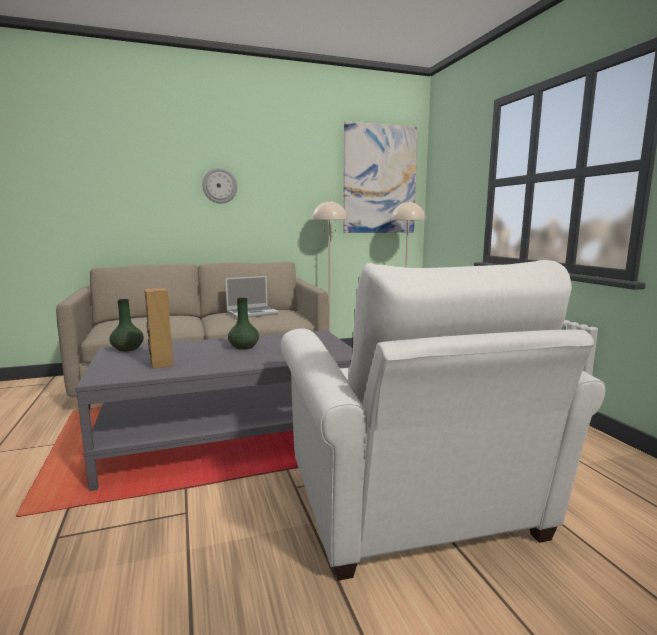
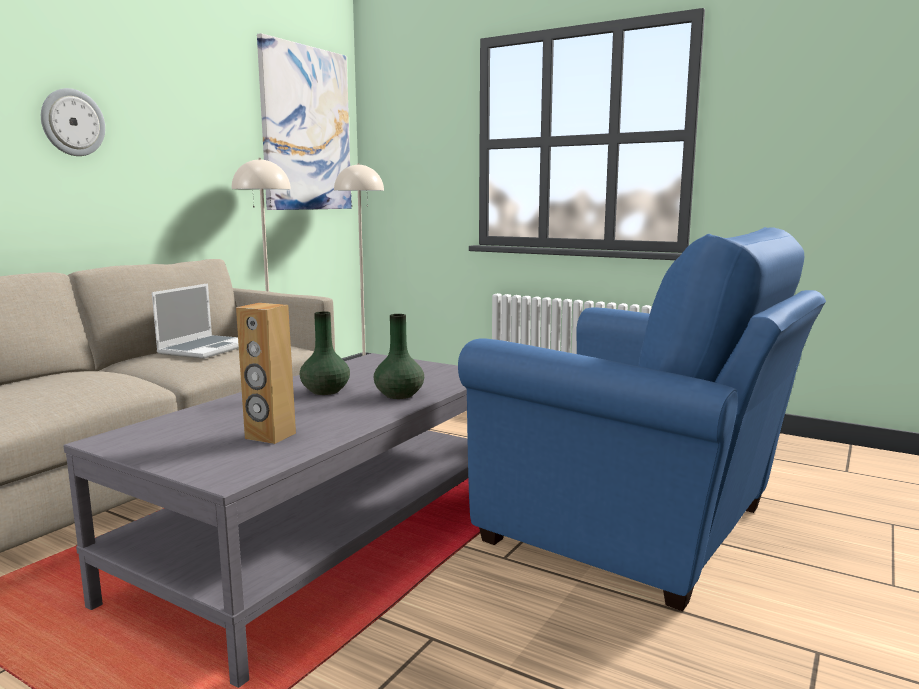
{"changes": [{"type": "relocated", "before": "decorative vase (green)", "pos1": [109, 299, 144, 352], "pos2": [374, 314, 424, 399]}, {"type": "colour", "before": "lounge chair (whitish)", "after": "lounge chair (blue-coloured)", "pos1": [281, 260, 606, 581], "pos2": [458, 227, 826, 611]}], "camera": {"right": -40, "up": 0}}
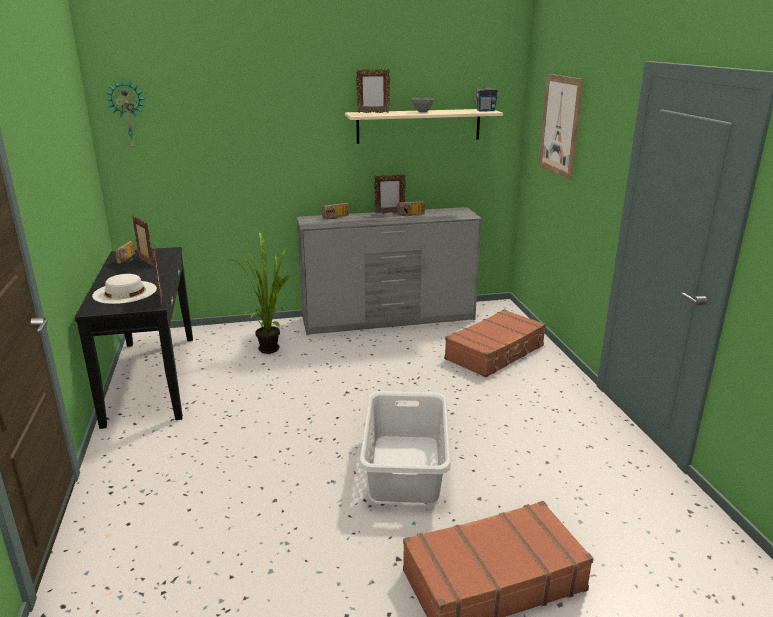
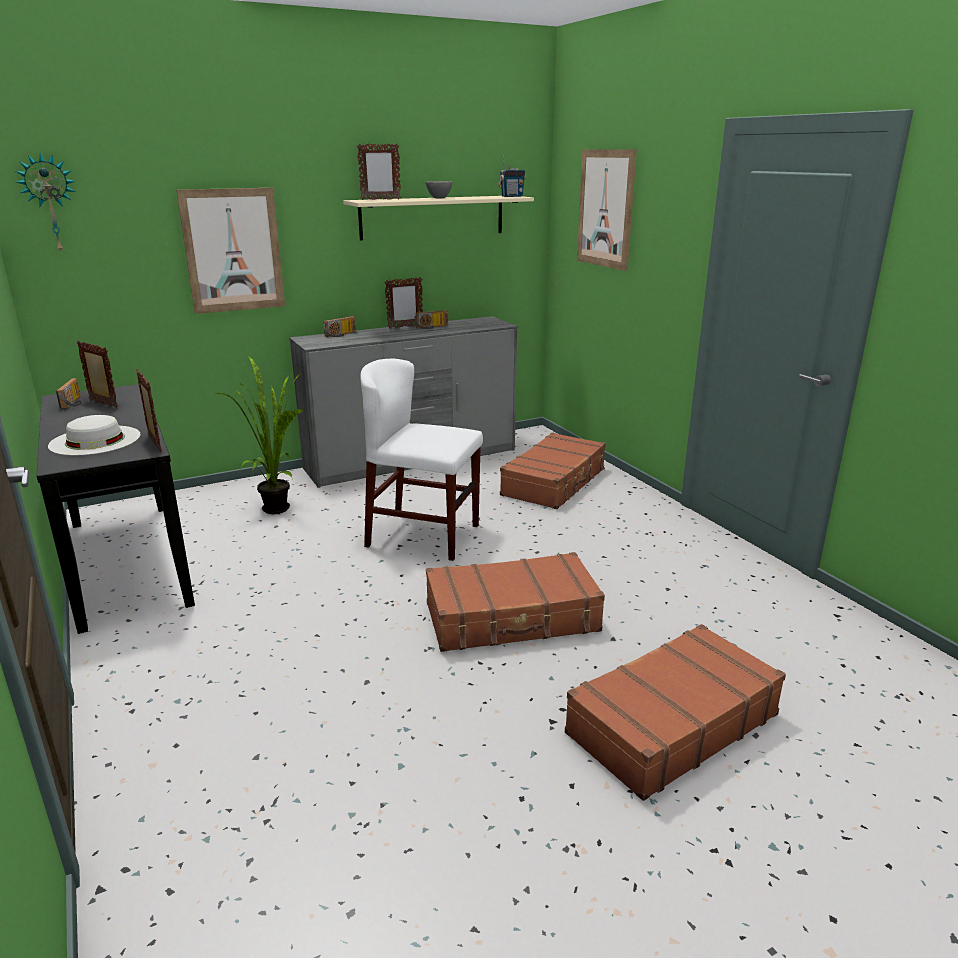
{"changes": [{"type": "appeared", "after": "wall art", "pos2": [176, 188, 285, 314]}, {"type": "appeared", "after": "plain chair (whitish)", "pos2": [360, 359, 483, 561]}, {"type": "exchanged", "before": "washing basket (grey)", "after": "suitcase (brown)", "pos1": [359, 391, 451, 503], "pos2": [426, 552, 605, 652]}], "camera": {"right": -15, "up": 0}}
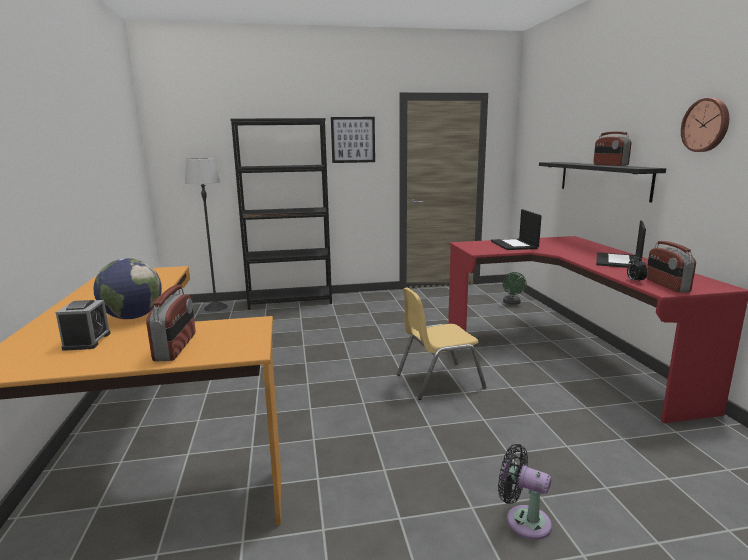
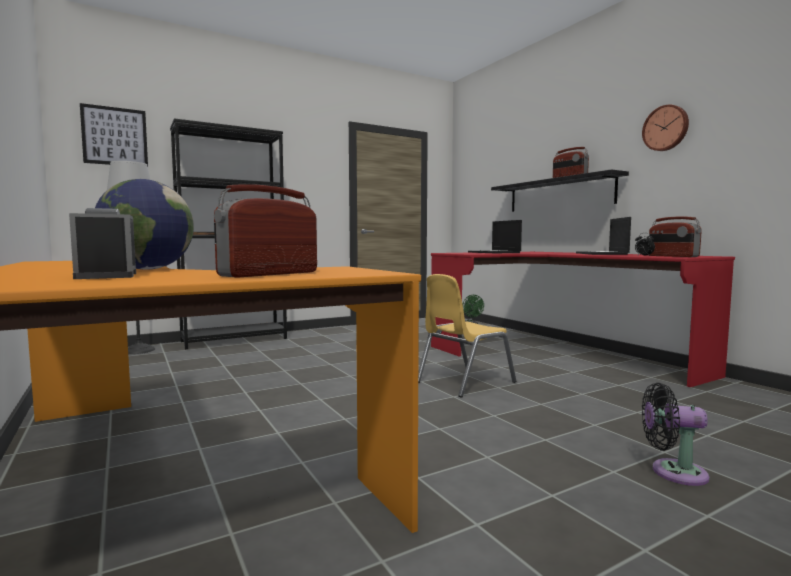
{"changes": [{"type": "relocated", "before": "wall art", "pos1": [331, 117, 375, 163], "pos2": [80, 103, 148, 166]}, {"type": "spun", "before": "radio set", "pos1": [146, 285, 195, 361], "pos2": [214, 184, 317, 278], "turn": -120}], "camera": {"right": -20, "up": -10}}
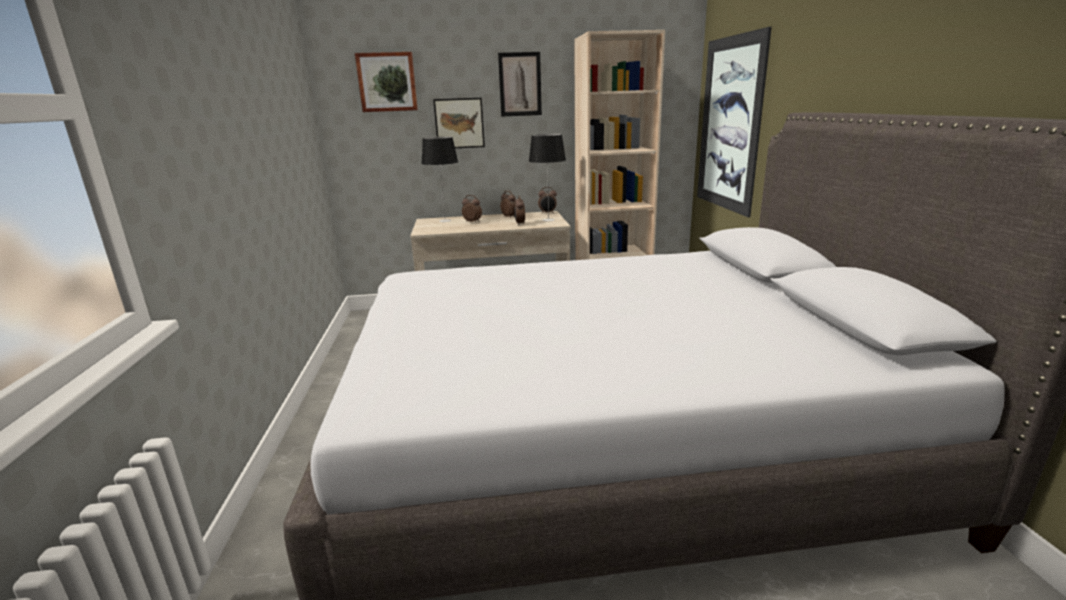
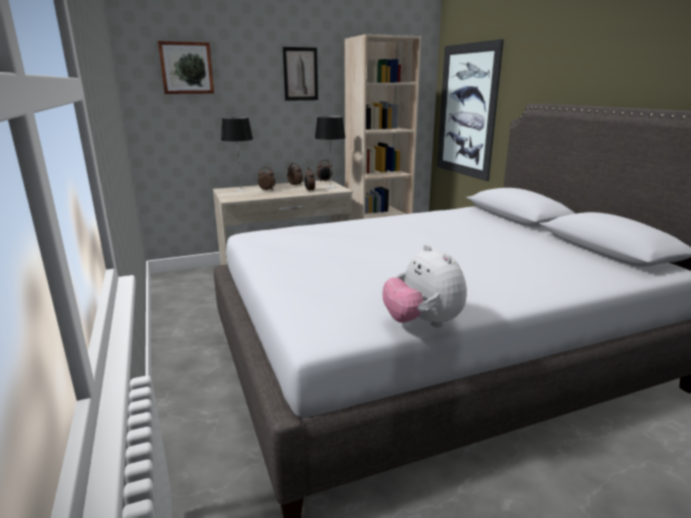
{"changes": [{"type": "appeared", "after": "plush toy", "pos2": [383, 244, 466, 328]}, {"type": "missing", "before": "wall art", "pos1": [433, 98, 485, 148]}], "camera": {"right": -15, "up": 0}}
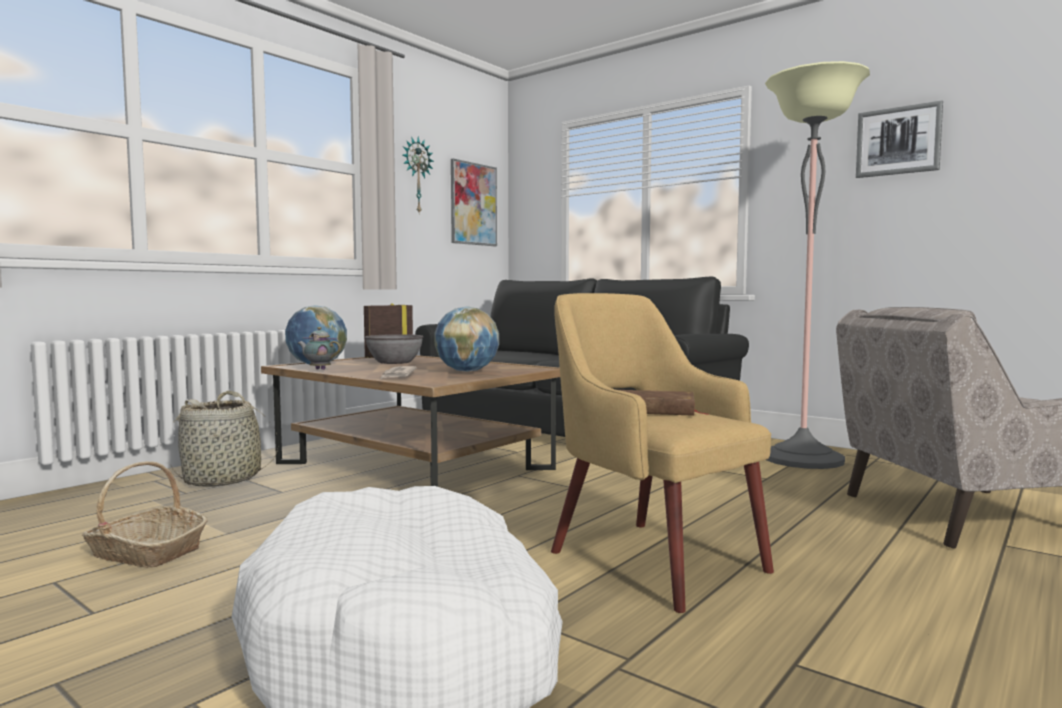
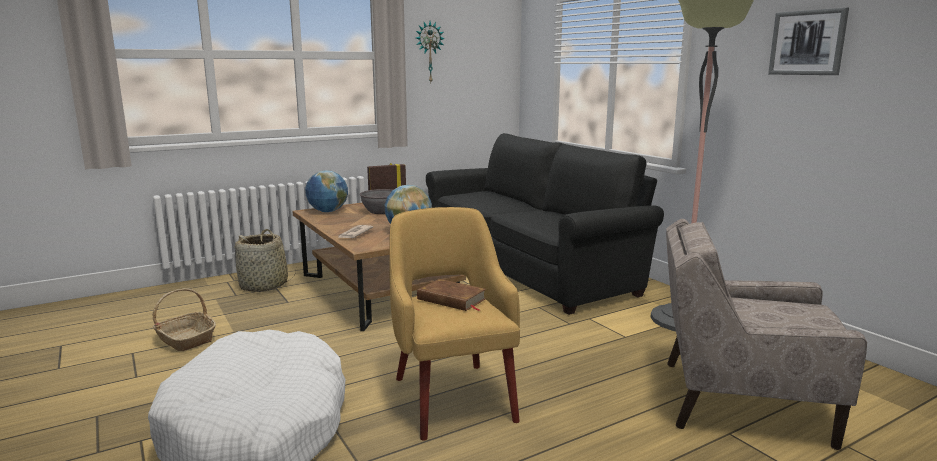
{"changes": [{"type": "missing", "before": "teapot", "pos1": [298, 327, 341, 370]}, {"type": "missing", "before": "wall art", "pos1": [451, 158, 497, 246]}], "camera": {"right": 20, "up": 10}}
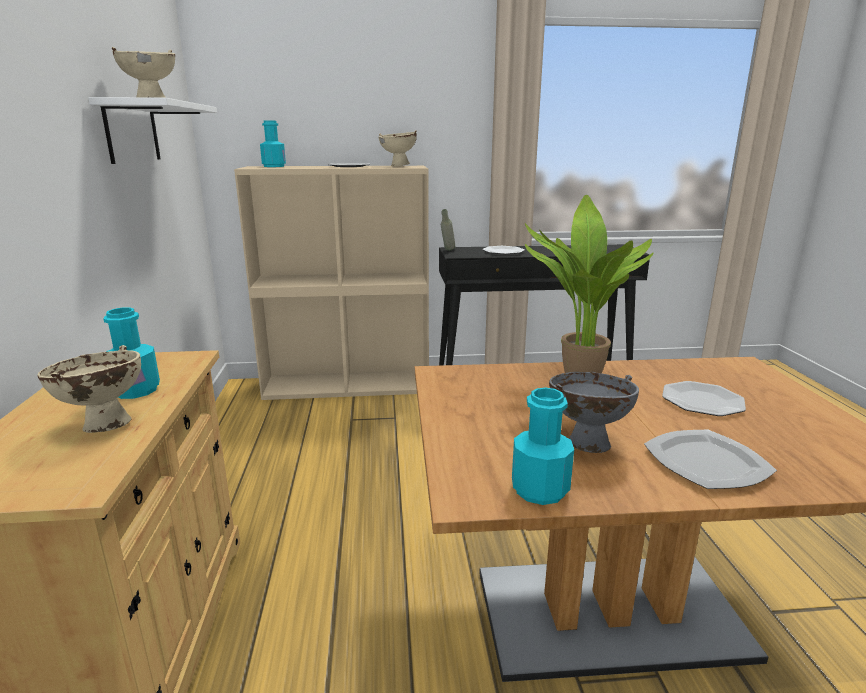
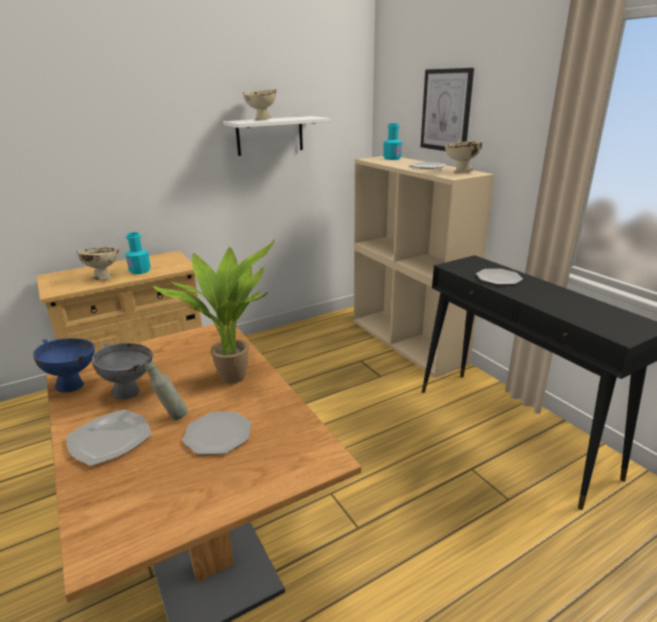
{"changes": [{"type": "exchanged", "before": "drink bottle (turquoise-coloured)", "after": "serving bowl (blue-coloured)", "pos1": [512, 387, 574, 505], "pos2": [33, 338, 95, 392]}, {"type": "relocated", "before": "drink bottle (grey)", "pos1": [441, 209, 455, 251], "pos2": [145, 361, 188, 420]}, {"type": "appeared", "after": "wall art", "pos2": [421, 68, 474, 151]}], "camera": {"right": 65, "up": 5}}
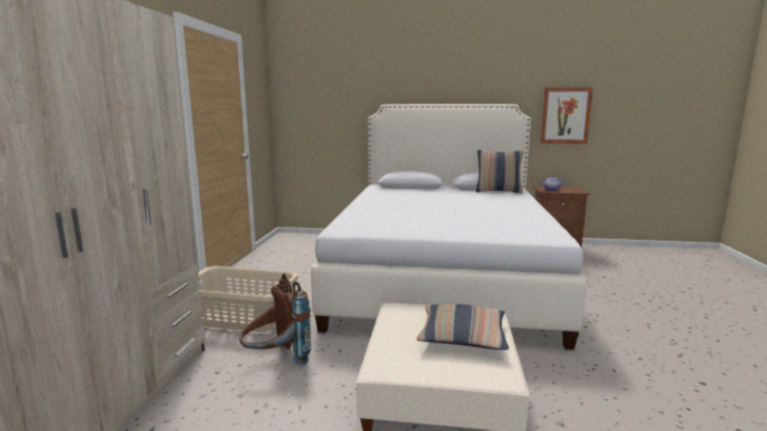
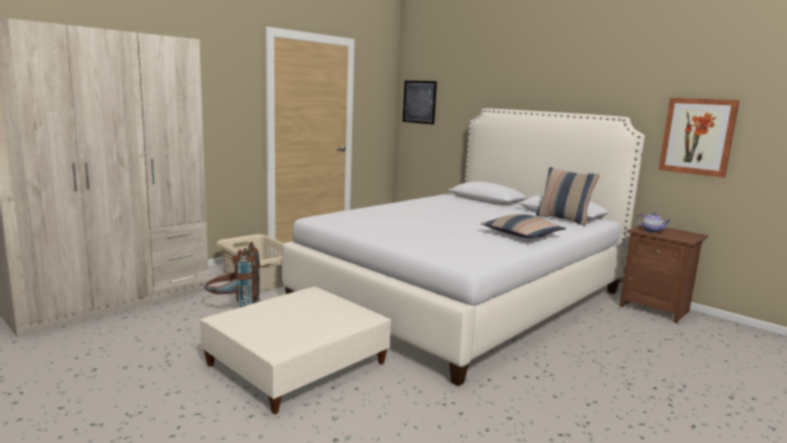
{"changes": [{"type": "appeared", "after": "wall art", "pos2": [403, 81, 437, 124]}, {"type": "relocated", "before": "throw pillow", "pos1": [417, 304, 509, 350], "pos2": [481, 214, 566, 238]}], "camera": {"right": 35, "up": 0}}
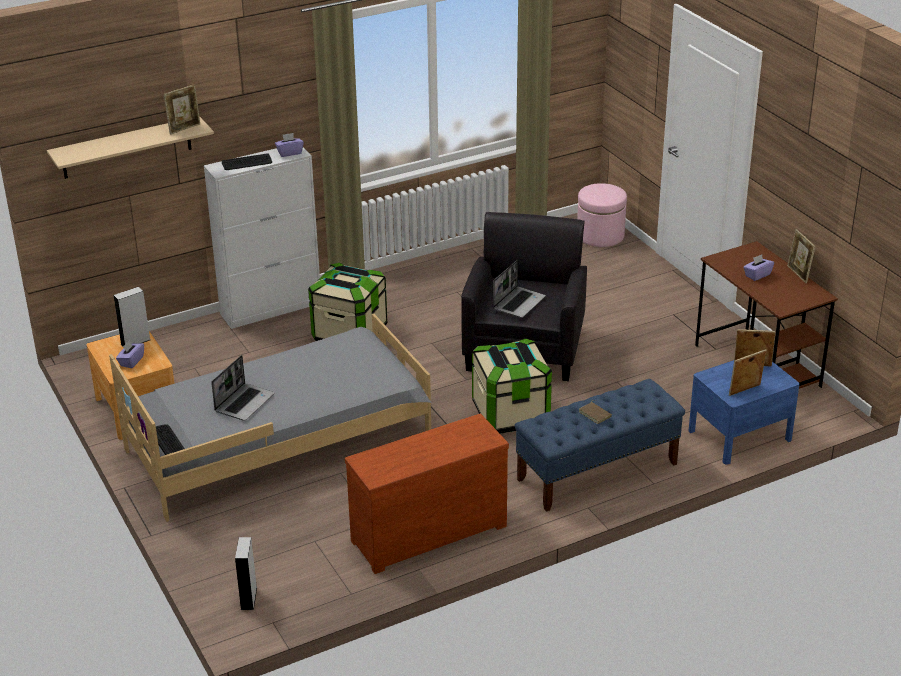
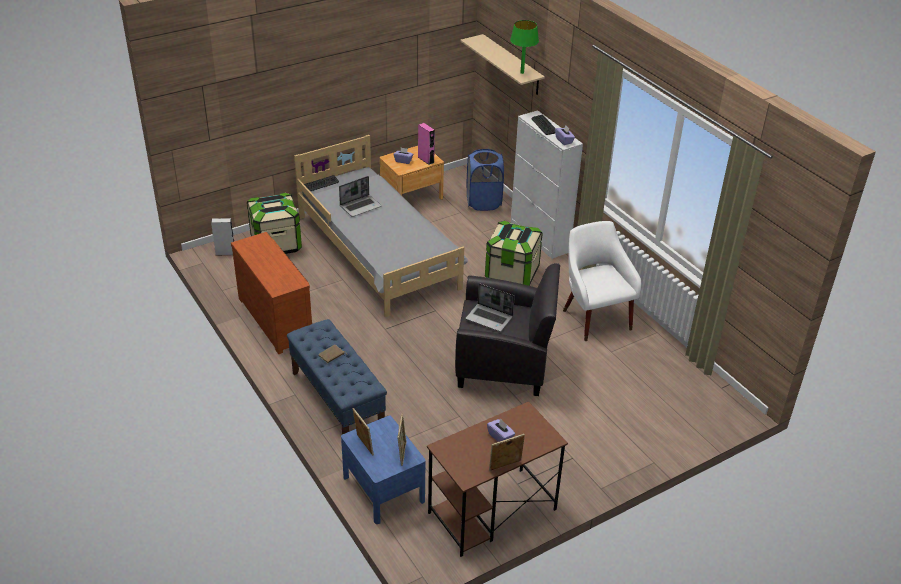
{"changes": [{"type": "relocated", "before": "storage container", "pos1": [472, 339, 552, 433], "pos2": [247, 193, 302, 254]}, {"type": "spun", "before": "portable computer", "pos1": [211, 355, 274, 421], "pos2": [339, 176, 382, 217], "turn": -60}, {"type": "colour", "before": "loudspeaker (grey)", "after": "loudspeaker (pink-coloured)", "pos1": [114, 287, 150, 346], "pos2": [418, 123, 435, 165]}, {"type": "appeared", "after": "washing basket (blue-coloured)", "pos2": [467, 149, 504, 211]}, {"type": "exchanged", "before": "photo frame", "after": "tabletop lamp (green)", "pos1": [164, 85, 200, 135], "pos2": [510, 20, 539, 74]}, {"type": "appeared", "after": "lounge chair (whitish)", "pos2": [563, 221, 642, 341]}, {"type": "missing", "before": "pouffe (pink-coloured)", "pos1": [577, 183, 627, 247]}], "camera": {"right": 85, "up": 5}}
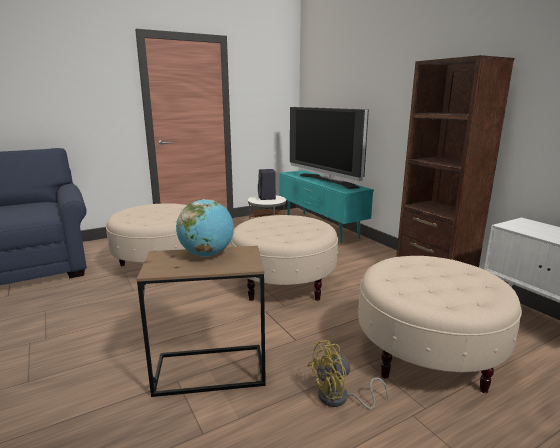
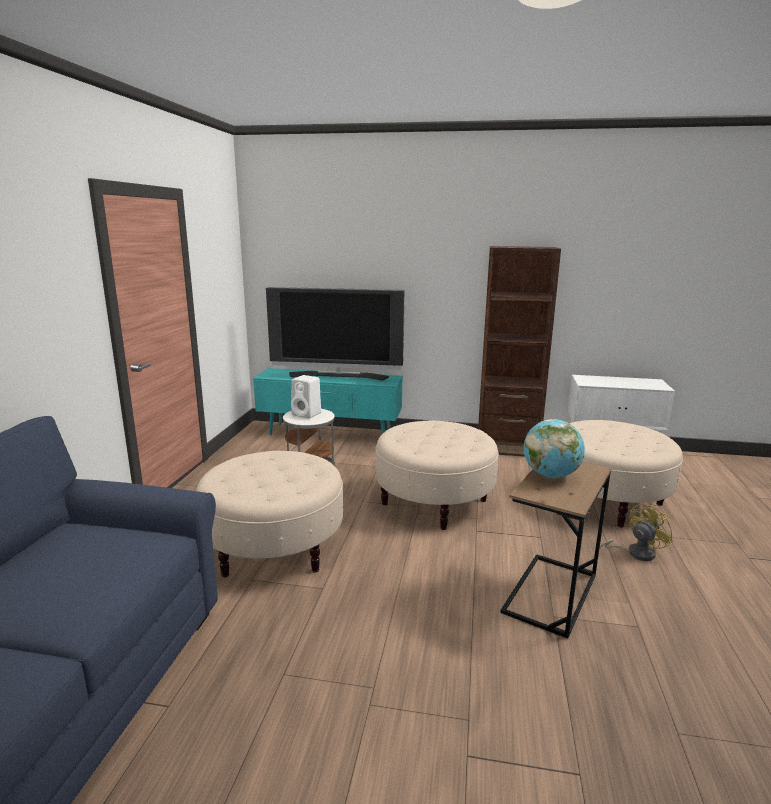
{"changes": [{"type": "colour", "before": "loudspeaker (black)", "after": "loudspeaker (whitish)", "pos1": [258, 169, 276, 200], "pos2": [291, 375, 321, 419]}, {"type": "spun", "before": "cooling fan (yellow)", "pos1": [307, 340, 389, 409], "pos2": [599, 504, 673, 561], "turn": -135}], "camera": {"right": -50, "up": 0}}
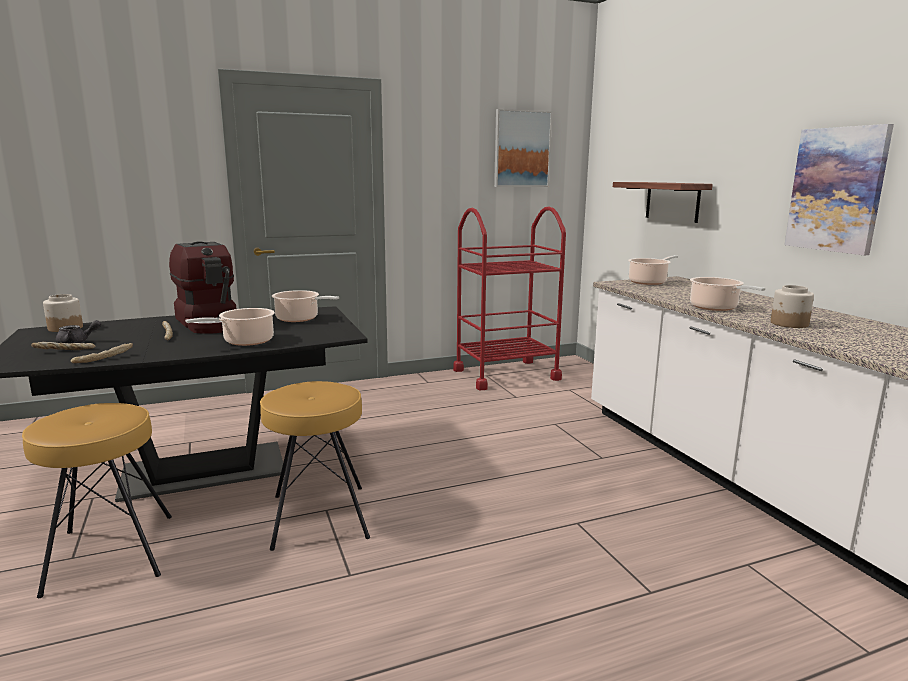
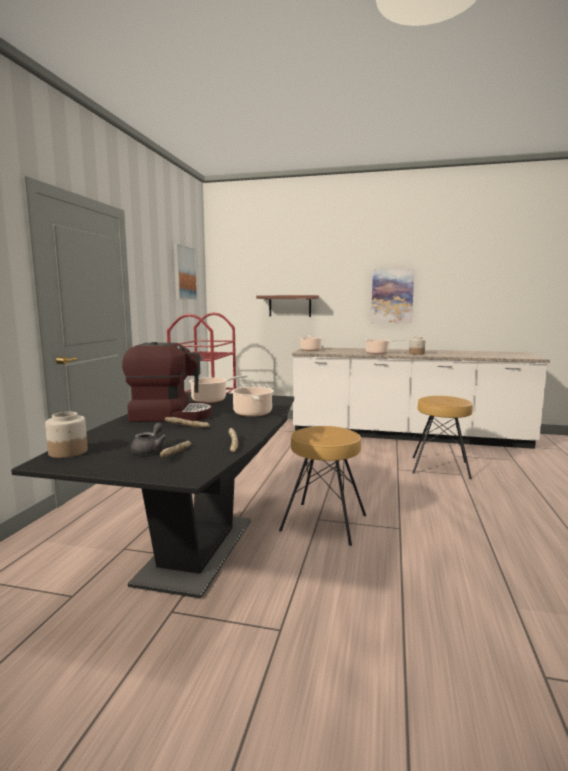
{"changes": [{"type": "relocated", "before": "stool (brown)", "pos1": [22, 403, 172, 598], "pos2": [412, 396, 473, 479]}], "camera": {"right": -55, "up": -5}}
